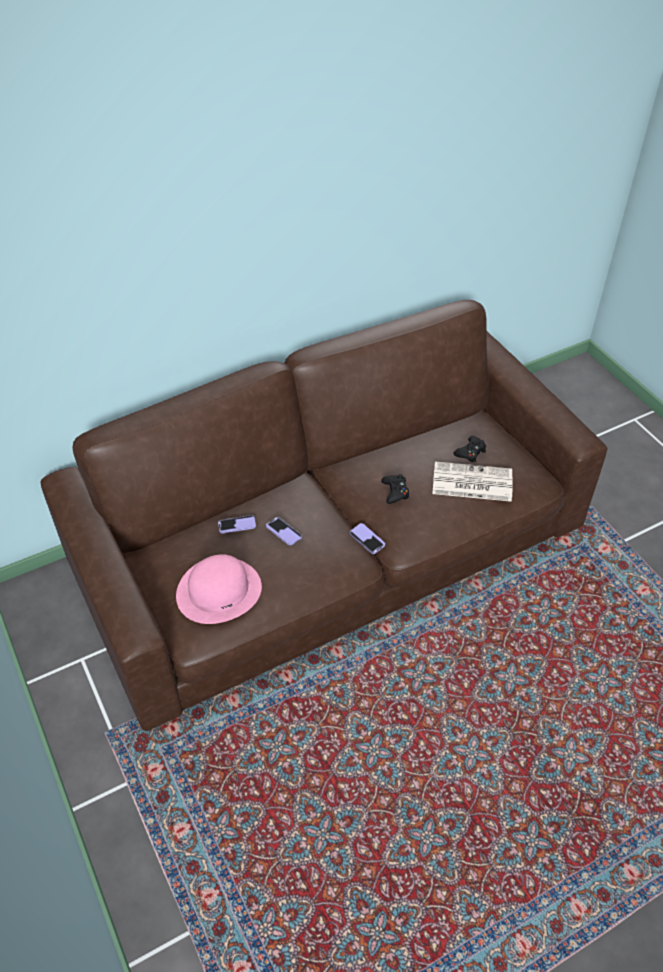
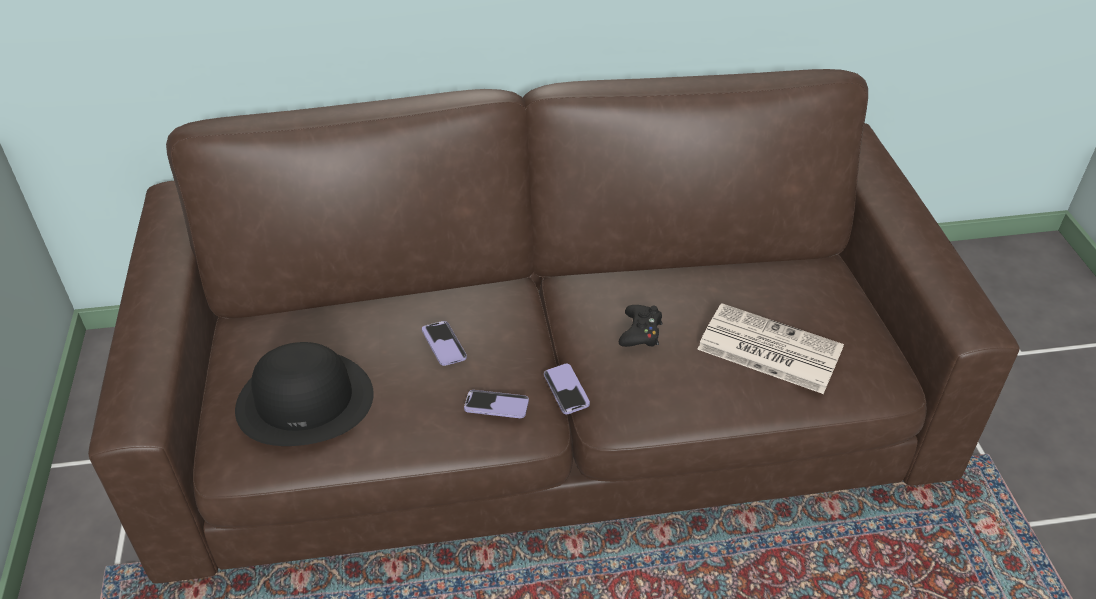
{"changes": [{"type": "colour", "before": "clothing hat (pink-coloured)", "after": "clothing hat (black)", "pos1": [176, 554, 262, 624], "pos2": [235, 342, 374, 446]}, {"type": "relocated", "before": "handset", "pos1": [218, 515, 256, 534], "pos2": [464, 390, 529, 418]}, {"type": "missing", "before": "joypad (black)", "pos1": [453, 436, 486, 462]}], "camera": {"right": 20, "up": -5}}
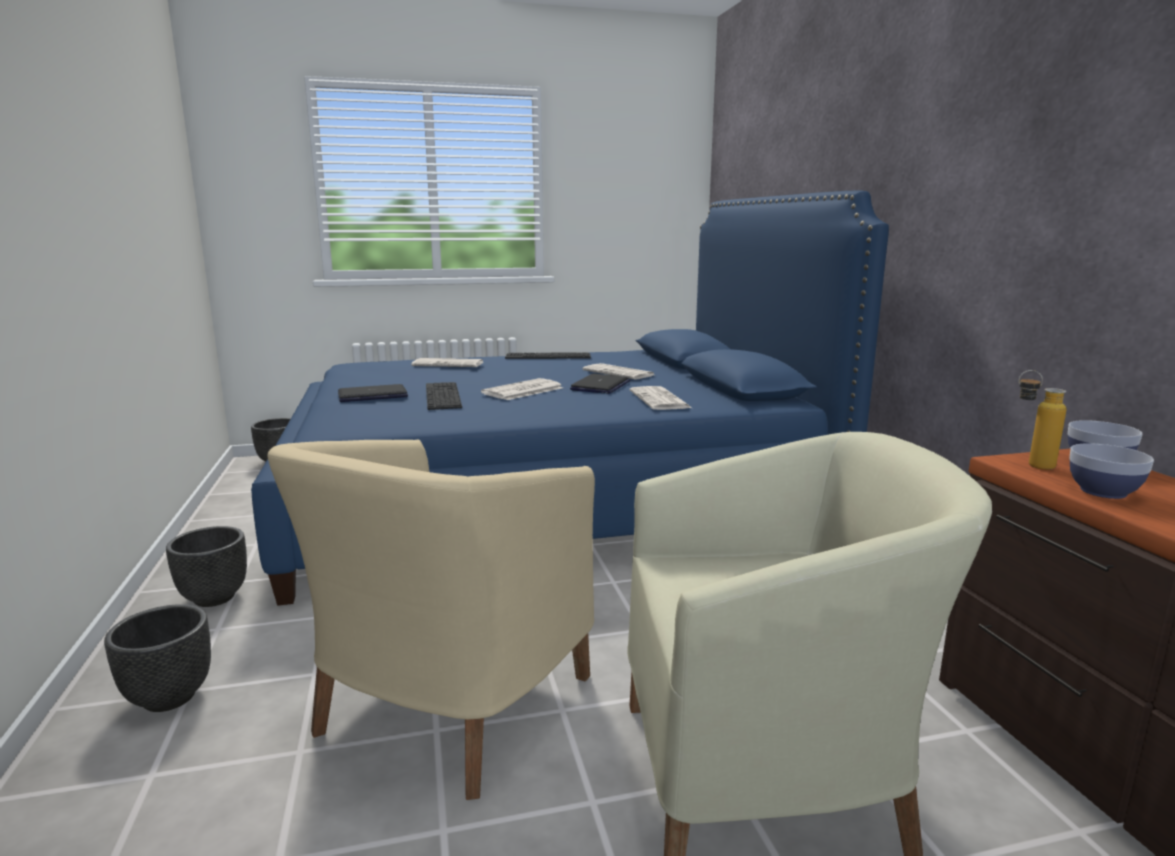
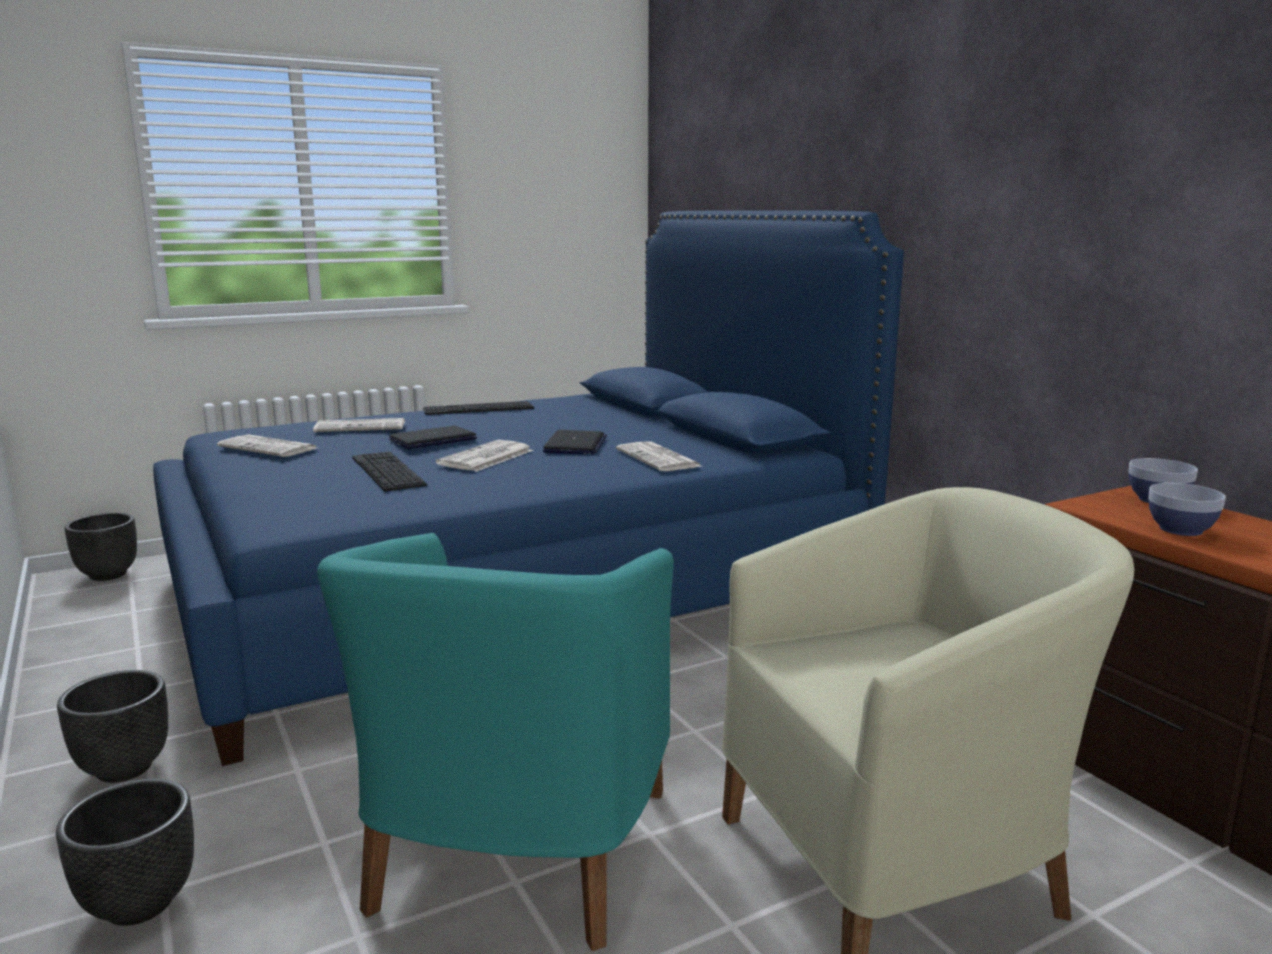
{"changes": [{"type": "relocated", "before": "newspaper", "pos1": [583, 363, 654, 379], "pos2": [217, 434, 316, 457]}, {"type": "colour", "before": "lounge chair (sand-coloured)", "after": "lounge chair (turquoise-coloured)", "pos1": [268, 440, 595, 800], "pos2": [317, 533, 674, 951]}, {"type": "relocated", "before": "portable computer", "pos1": [338, 384, 408, 402], "pos2": [389, 426, 477, 449]}, {"type": "missing", "before": "drink bottle", "pos1": [1018, 370, 1067, 470]}], "camera": {"right": -15, "up": 0}}
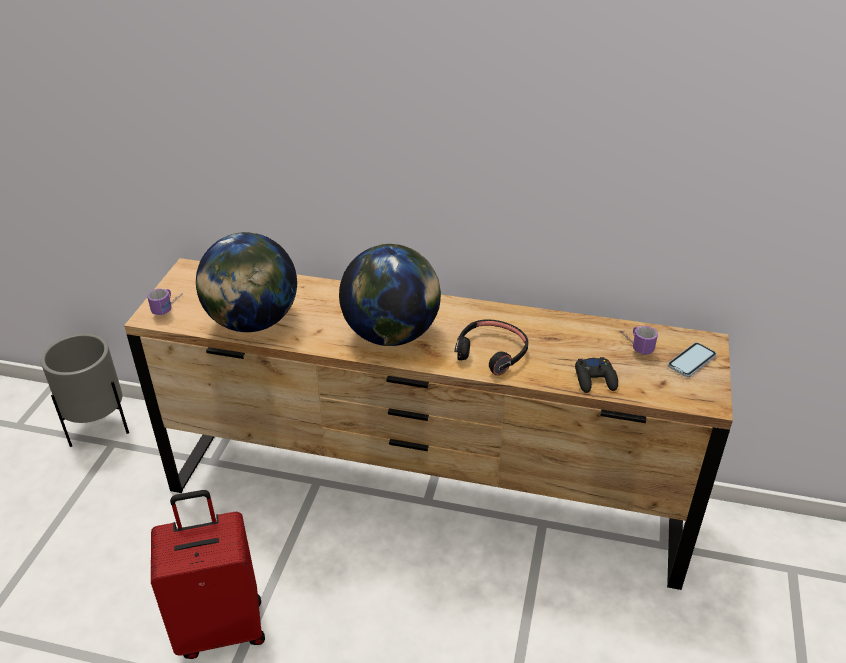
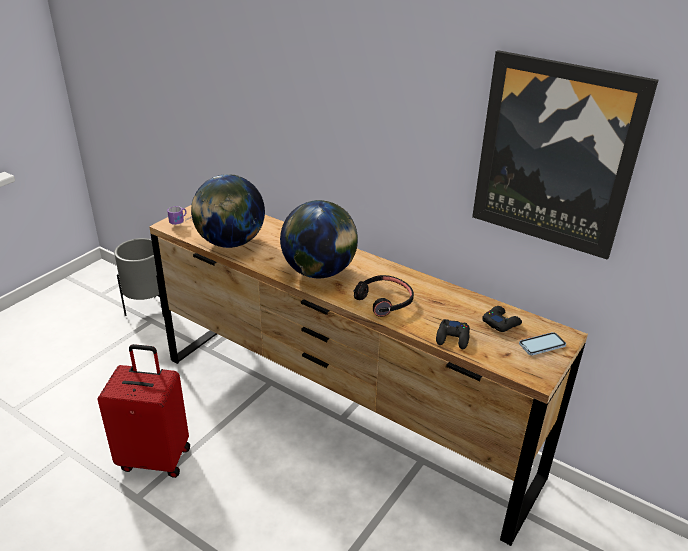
{"changes": [{"type": "appeared", "after": "wall art", "pos2": [472, 50, 658, 260]}, {"type": "exchanged", "before": "coffee mug", "after": "joypad (black)", "pos1": [620, 326, 658, 354], "pos2": [483, 306, 522, 332]}], "camera": {"right": 20, "up": -5}}
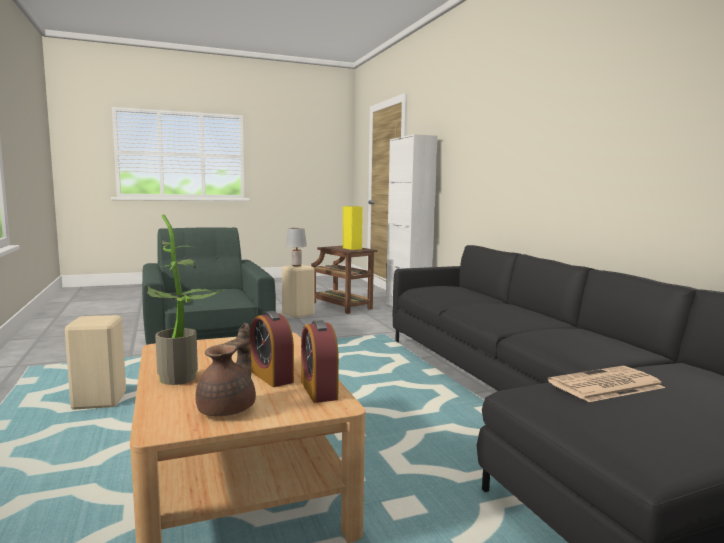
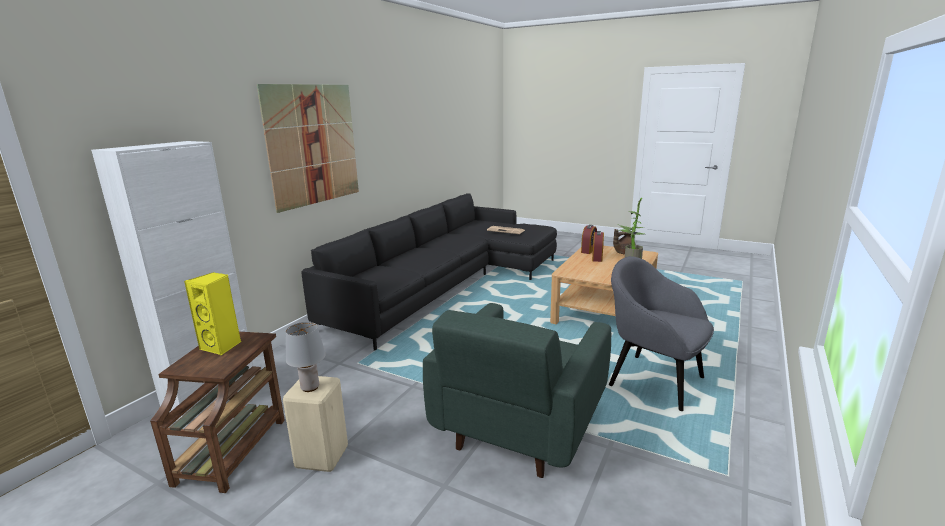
{"changes": [{"type": "appeared", "after": "wall art", "pos2": [257, 84, 359, 213]}, {"type": "exchanged", "before": "stool (sand-coloured)", "after": "lounge chair (grey)", "pos1": [65, 315, 126, 410], "pos2": [609, 256, 714, 411]}], "camera": {"right": -130, "up": 10}}
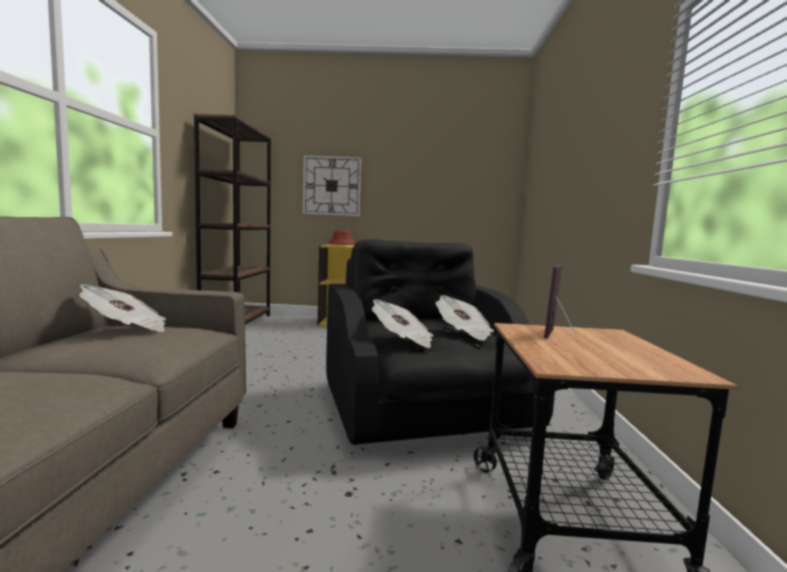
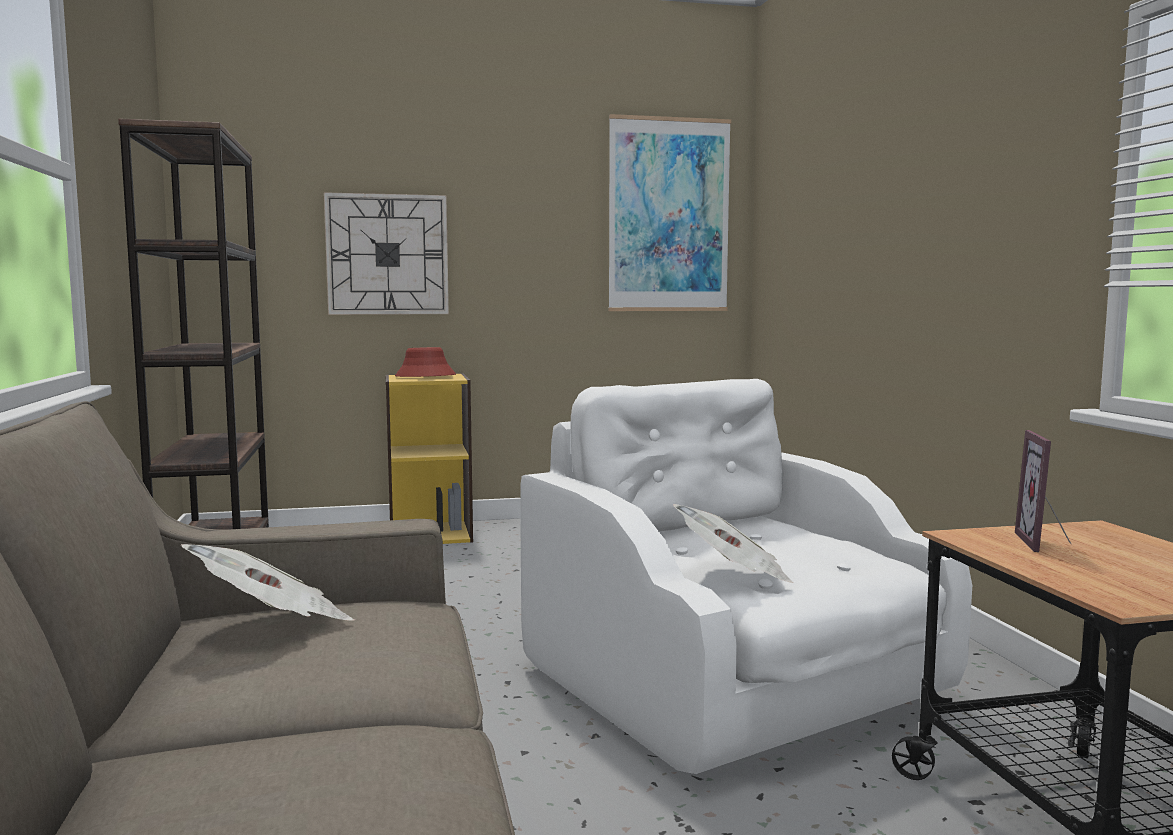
{"changes": [{"type": "colour", "before": "lounge chair (black)", "after": "lounge chair (whitish)", "pos1": [326, 239, 555, 445], "pos2": [520, 379, 972, 774]}, {"type": "appeared", "after": "wall art", "pos2": [608, 114, 731, 311]}, {"type": "missing", "before": "newspaper", "pos1": [436, 295, 494, 341]}], "camera": {"right": -15, "up": 0}}
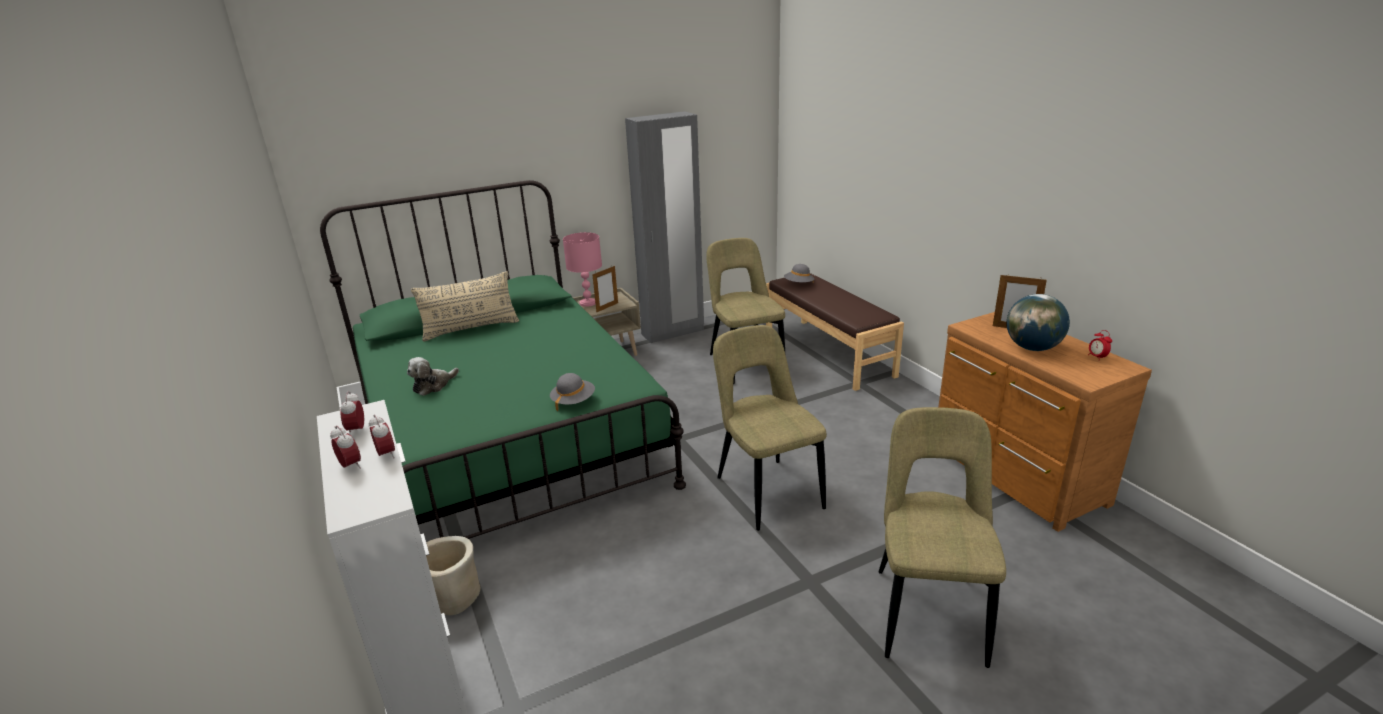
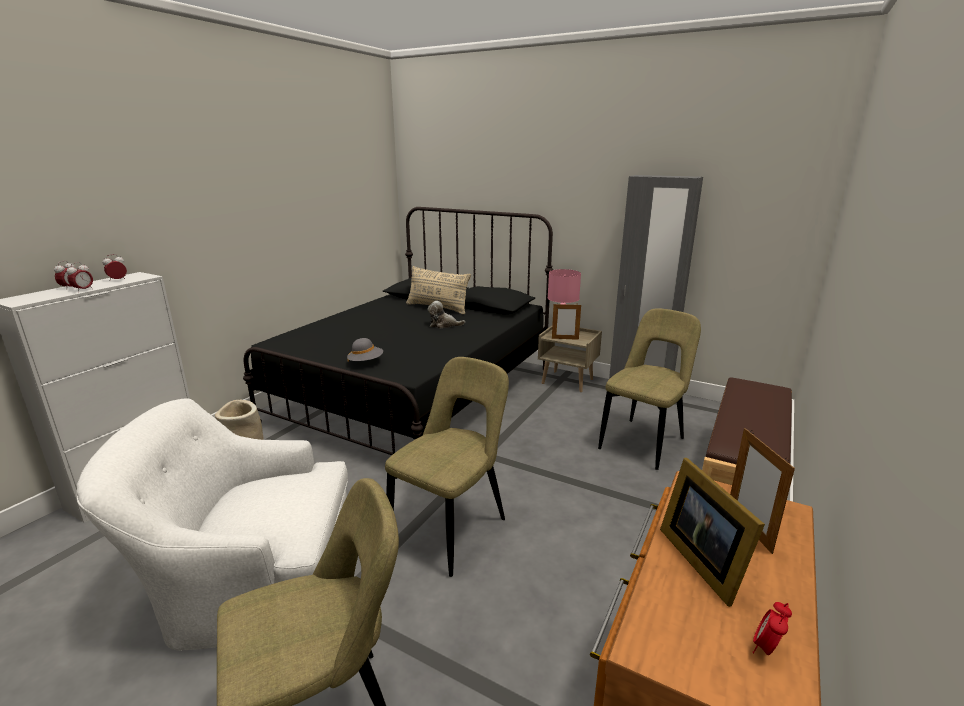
{"changes": [{"type": "appeared", "after": "lounge chair (whitish)", "pos2": [77, 398, 348, 651]}, {"type": "colour", "before": "bed (green)", "after": "bed (black)", "pos1": [320, 180, 686, 539], "pos2": [243, 207, 553, 455]}, {"type": "relocated", "before": "plush toy", "pos1": [407, 357, 459, 396], "pos2": [427, 301, 465, 328]}, {"type": "exchanged", "before": "desk globe", "after": "photo frame", "pos1": [1007, 294, 1070, 351], "pos2": [660, 458, 765, 607]}, {"type": "missing", "before": "clothing hat (grey)", "pos1": [784, 264, 814, 282]}], "camera": {"right": 55, "up": -5}}
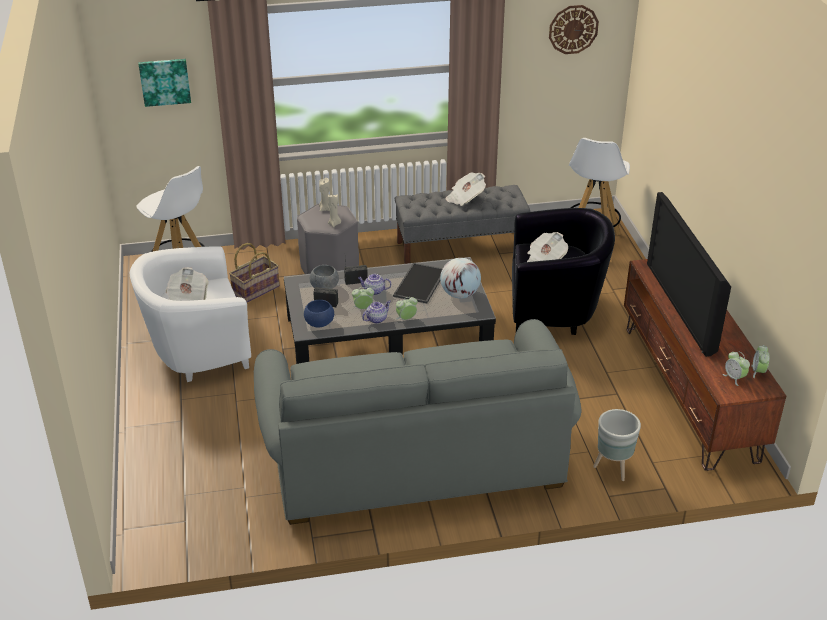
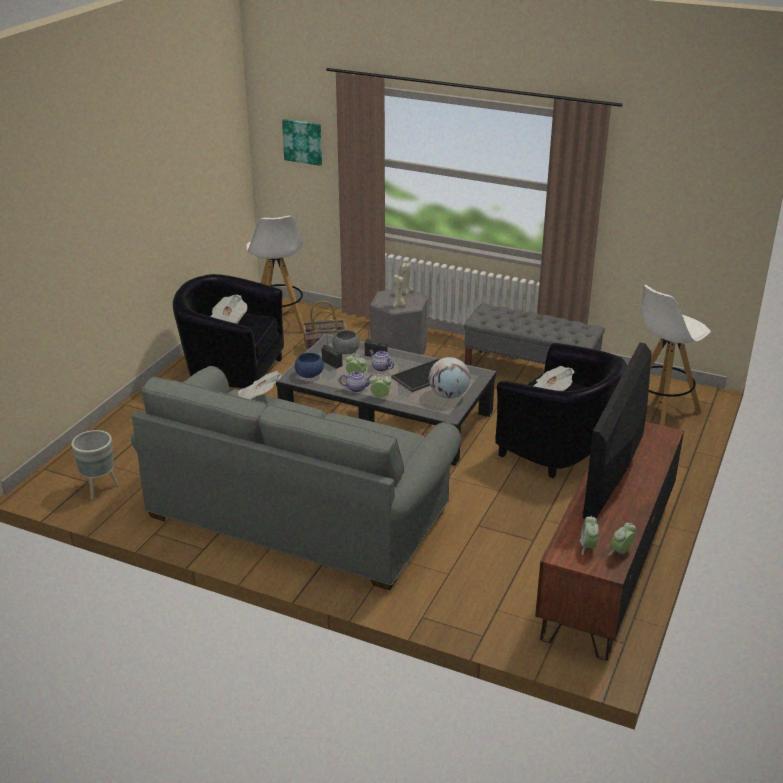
{"changes": [{"type": "relocated", "before": "planter (grey)", "pos1": [593, 409, 641, 481], "pos2": [71, 430, 119, 500]}, {"type": "colour", "before": "lounge chair (whitish)", "after": "lounge chair (black)", "pos1": [130, 246, 251, 382], "pos2": [173, 274, 284, 388]}, {"type": "relocated", "before": "newspaper", "pos1": [445, 172, 486, 206], "pos2": [238, 371, 281, 399]}, {"type": "missing", "before": "hanging clock", "pos1": [549, 5, 599, 54]}], "camera": {"right": 35, "up": -5}}
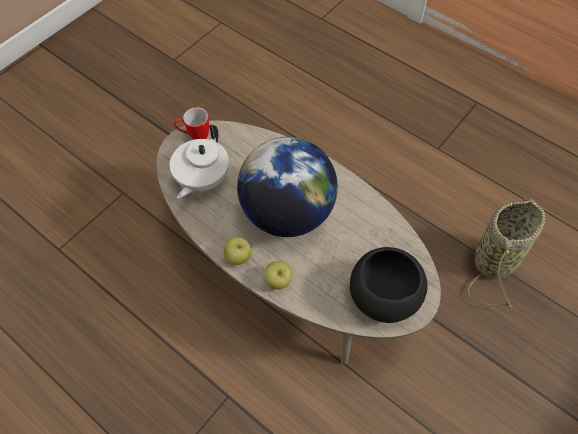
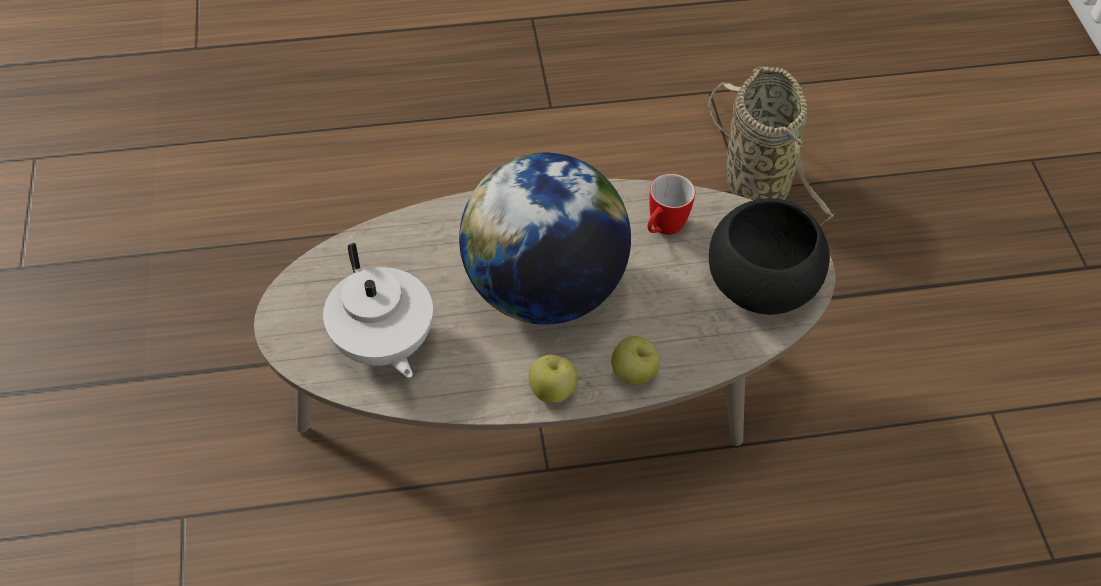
{"changes": [{"type": "relocated", "before": "coffee mug", "pos1": [174, 107, 209, 140], "pos2": [648, 174, 695, 235]}], "camera": {"right": -50, "up": -5}}
